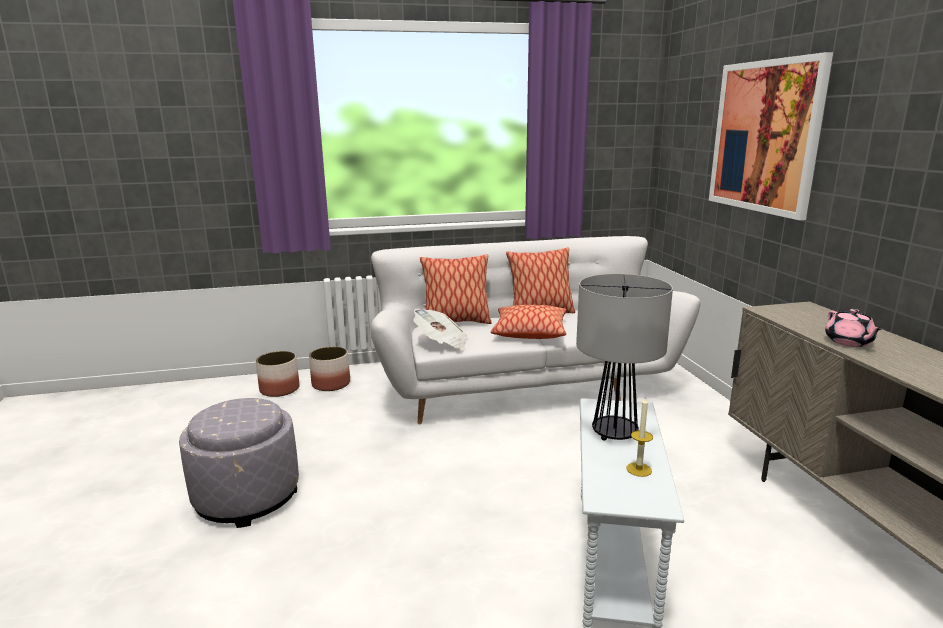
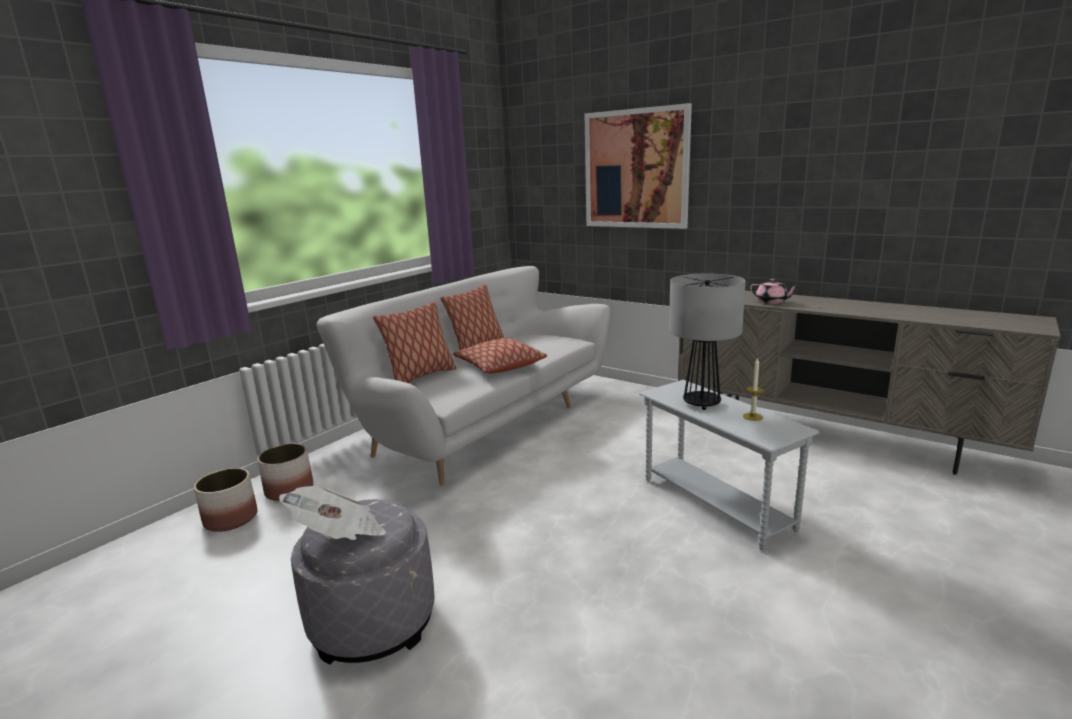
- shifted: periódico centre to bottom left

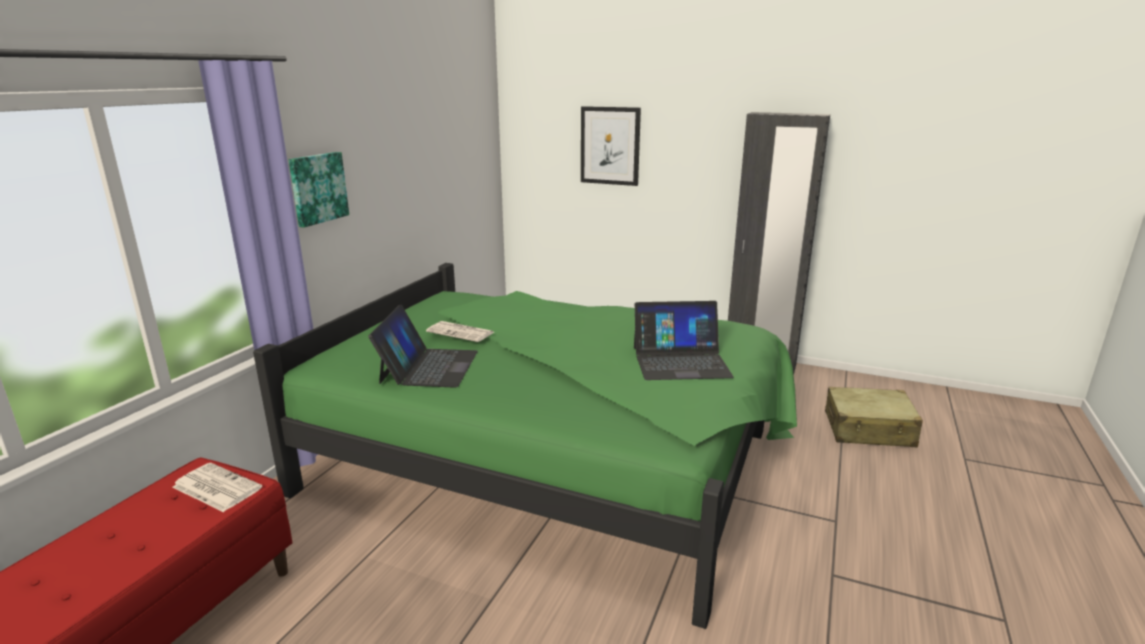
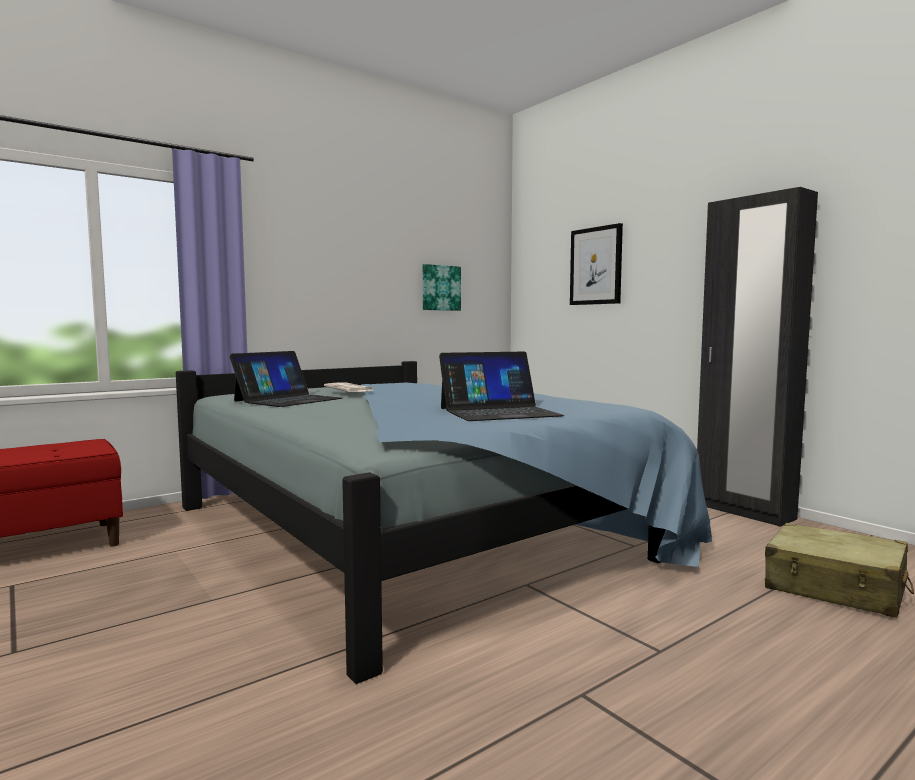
- shifted: cuadro (no. 1 from left) top left to centre
- repainted: cama/verde bottom centre to cama/azul bottom centre
- rotated: portátil (no. 2 from left) centre = centre 45 degrees counterclockwise
- gone: periódico (no. 1 from left) bottom left

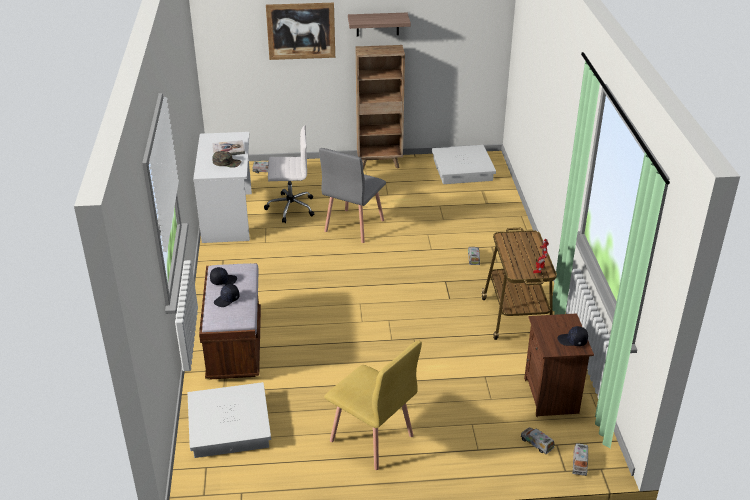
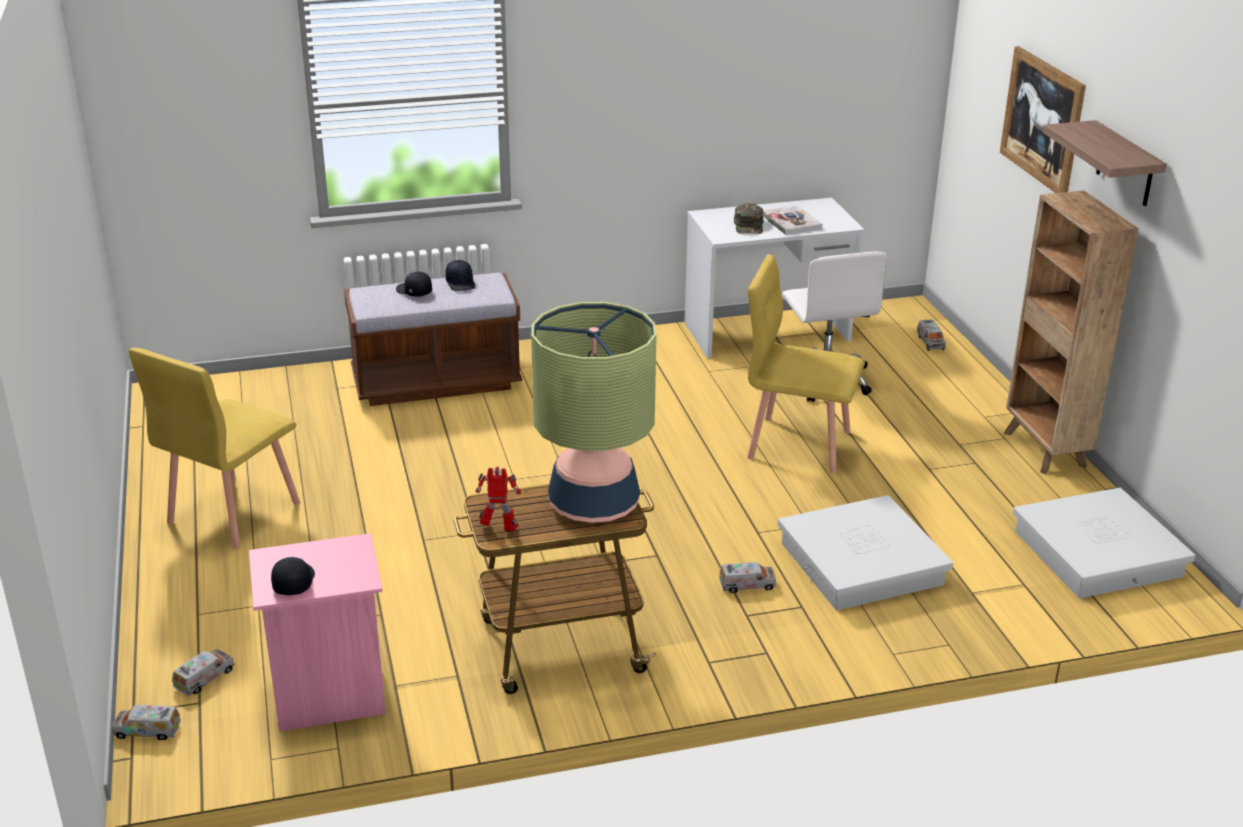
- repainted: silla/gris centre to silla/amarillo (no. 2 from left) centre
- repainted: mesita de noche/marrón bottom right to mesita de noche/rosa bottom left
- shifted: caja de almacenaje/blanco (no. 1 from left) bottom left to bottom right
- new: lámpara de mesa centre

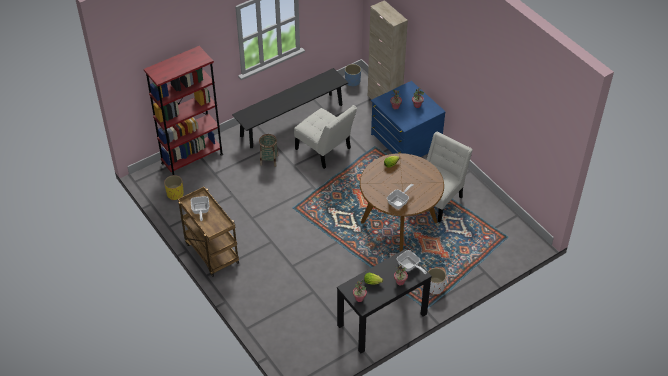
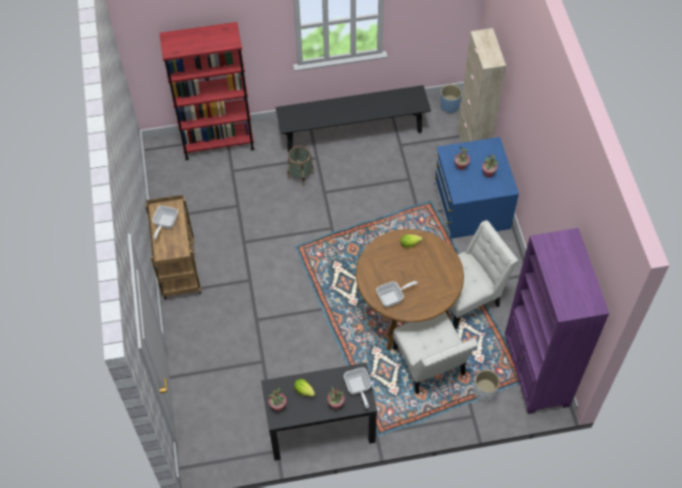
- shifted: silla/blanco (no. 1 from left) centre to bottom centre
- gone: maceta/amarillo middle left
- shifted: maceta/blanco bottom centre to bottom right
- new: estantería/morado middle right

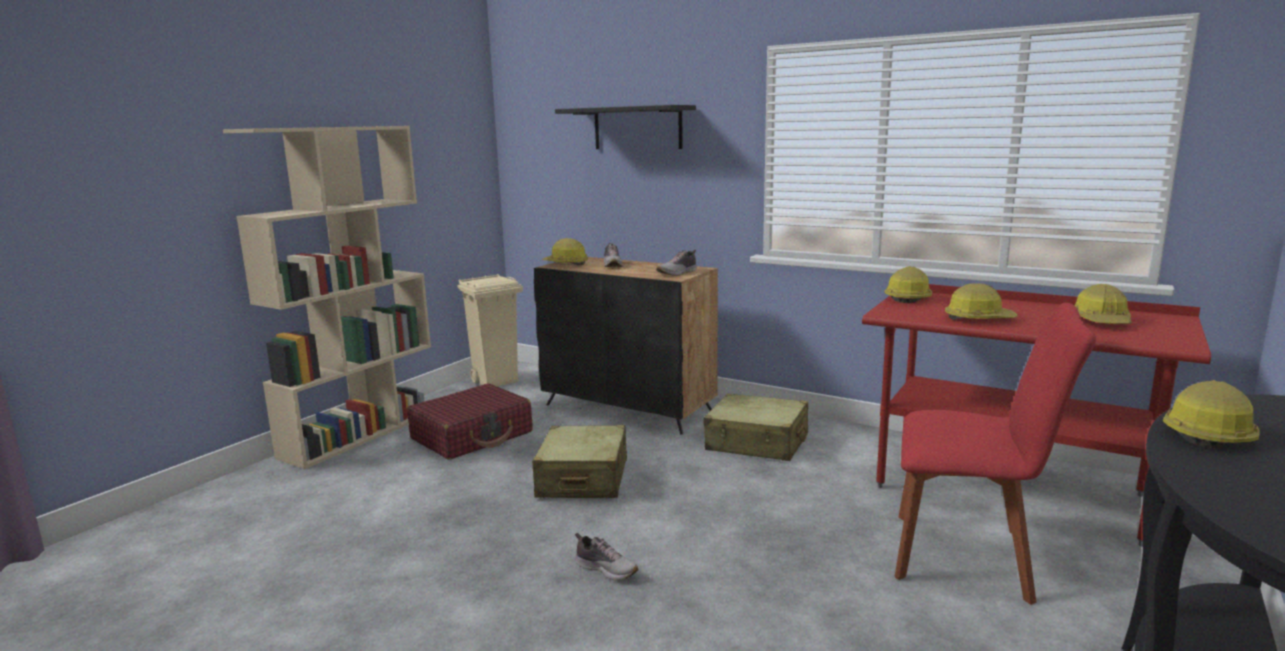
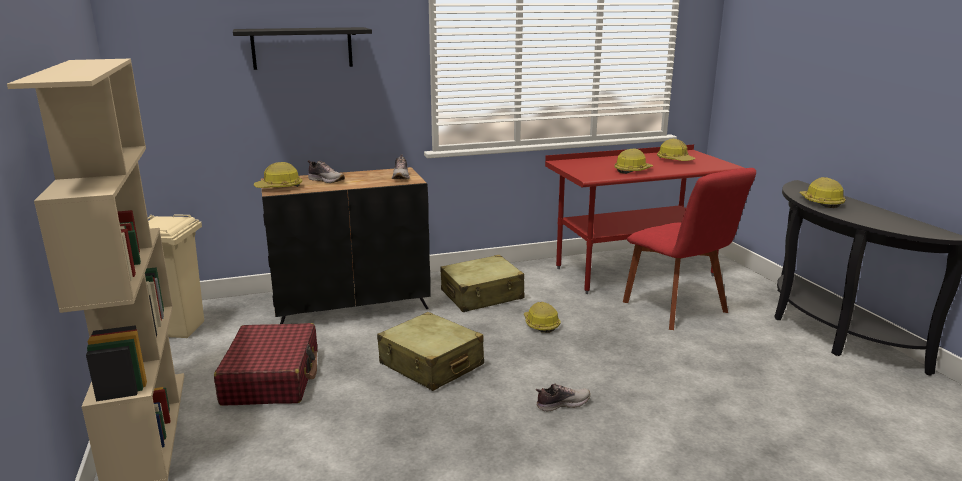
- shifted: casco (no. 2 from left) middle right to centre
- rotated: silla/rojo bottom right = middle right 90 degrees clockwise

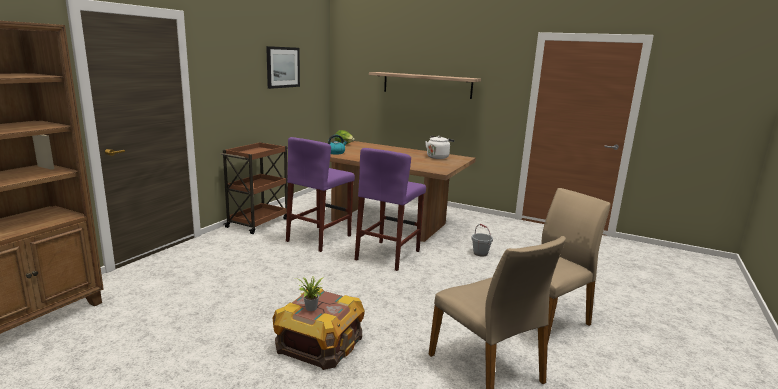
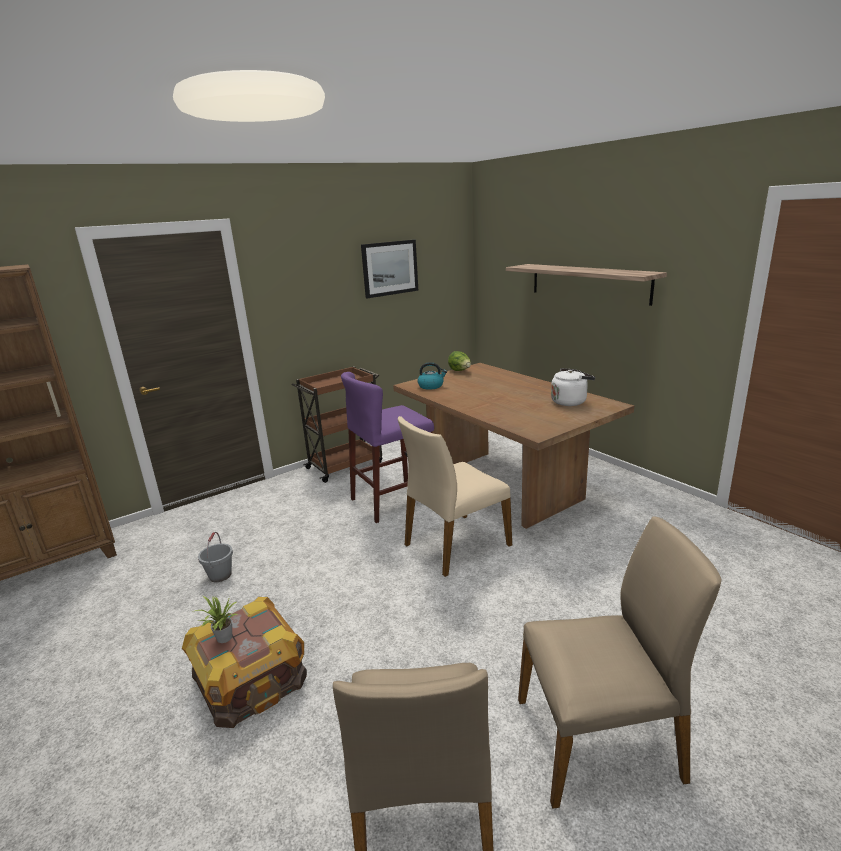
- swapped: taburete/morado (no. 2 from left) centre to silla/beis (no. 2 from left) centre
- shifted: cubo/gris centre to middle left

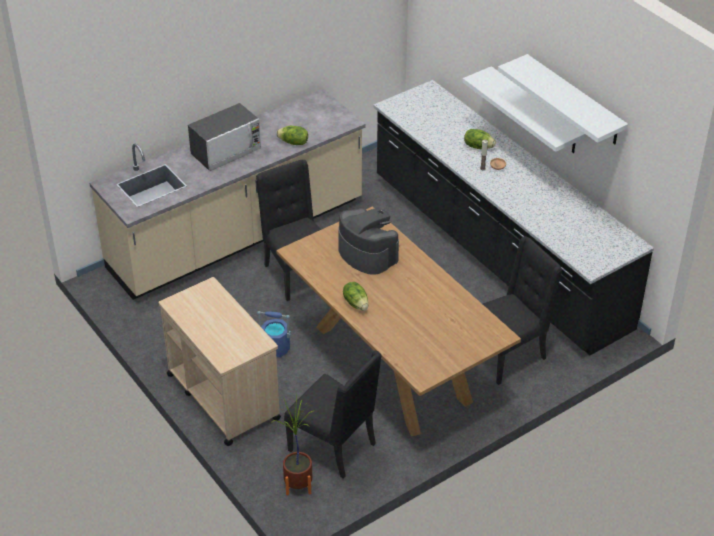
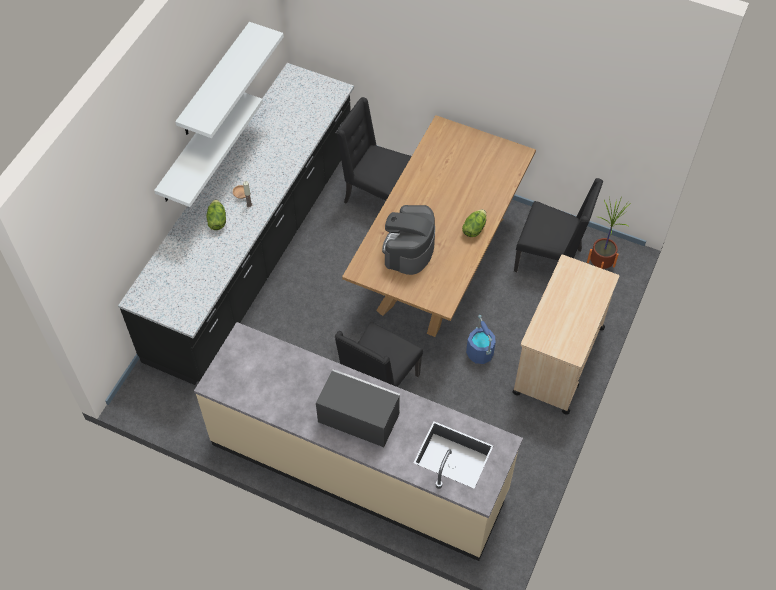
- gone: lechuga (no. 1 from left) top centre
- rotated: silla/negro (no. 2 from left in the first image) bottom centre = middle right 105 degrees clockwise

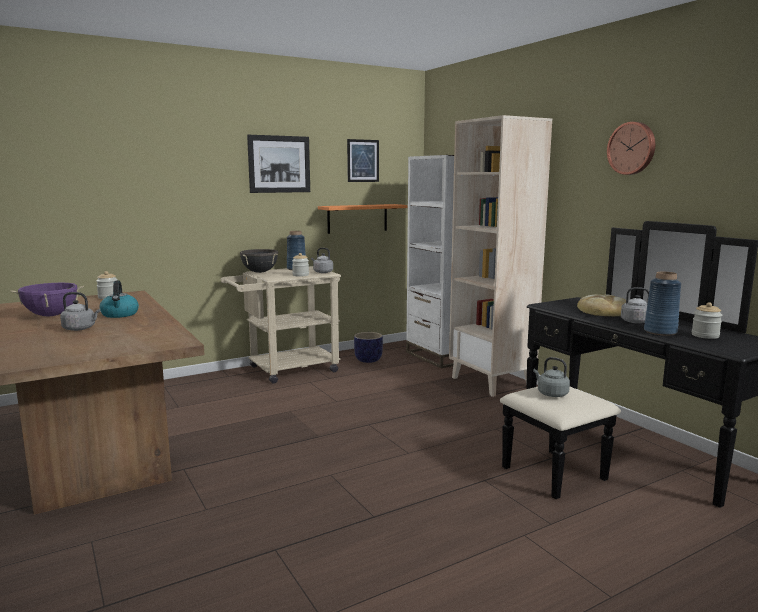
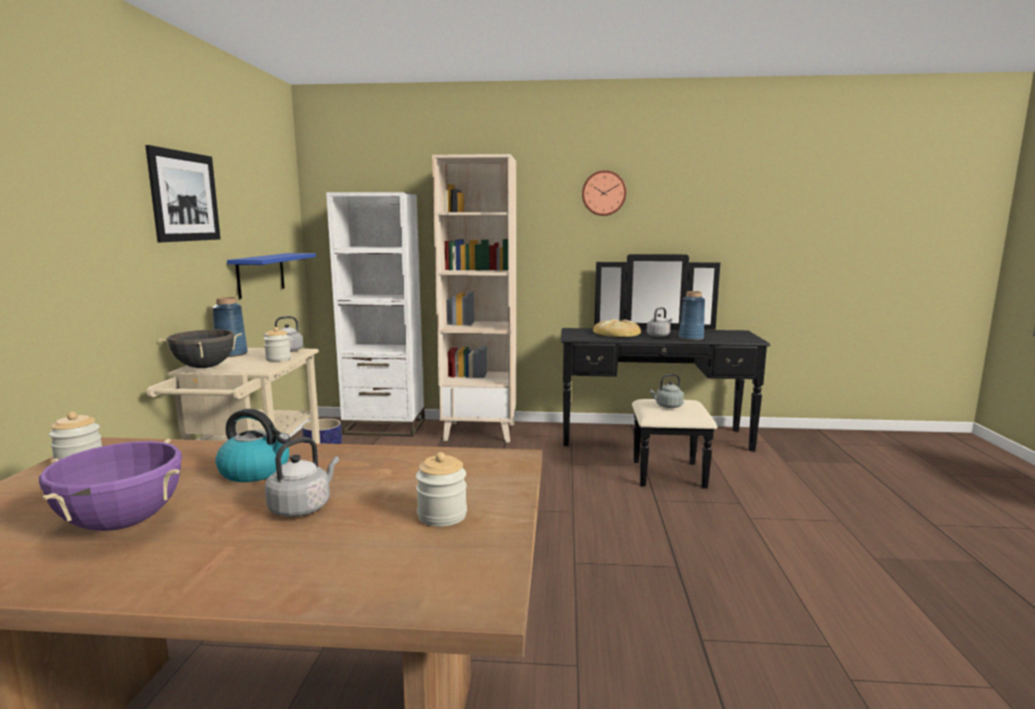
- gone: cuadro (no. 2 from left) top centre
- repainted: estante/naranja centre to estante/azul middle left
- shifted: tarro (no. 3 from left) middle right to bottom centre

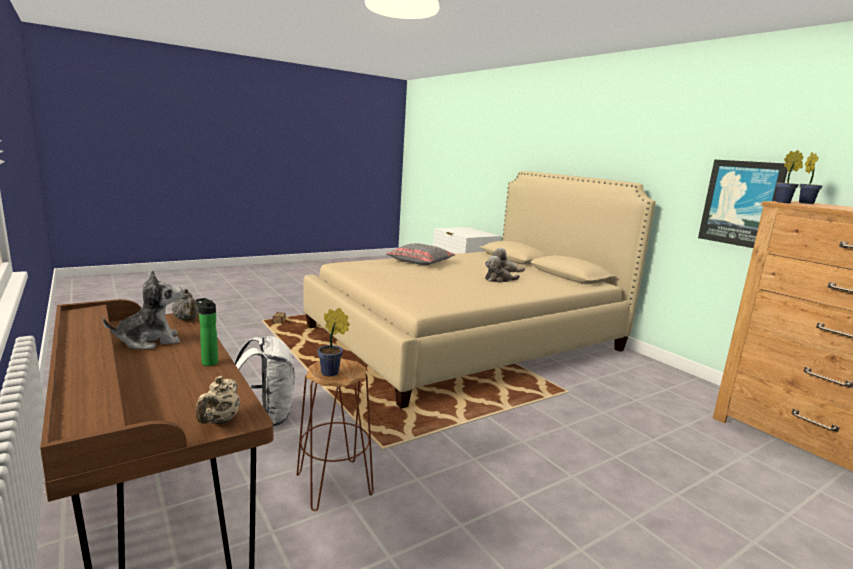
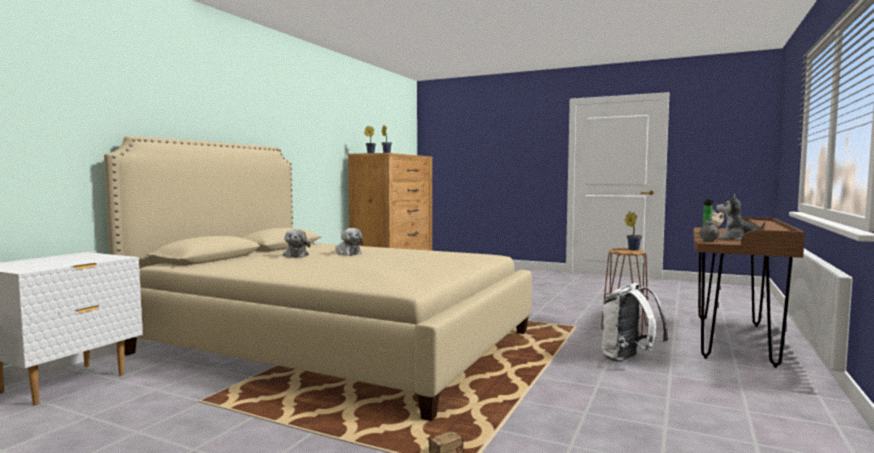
- gone: cuadro middle right
- gone: cojín/gris centre

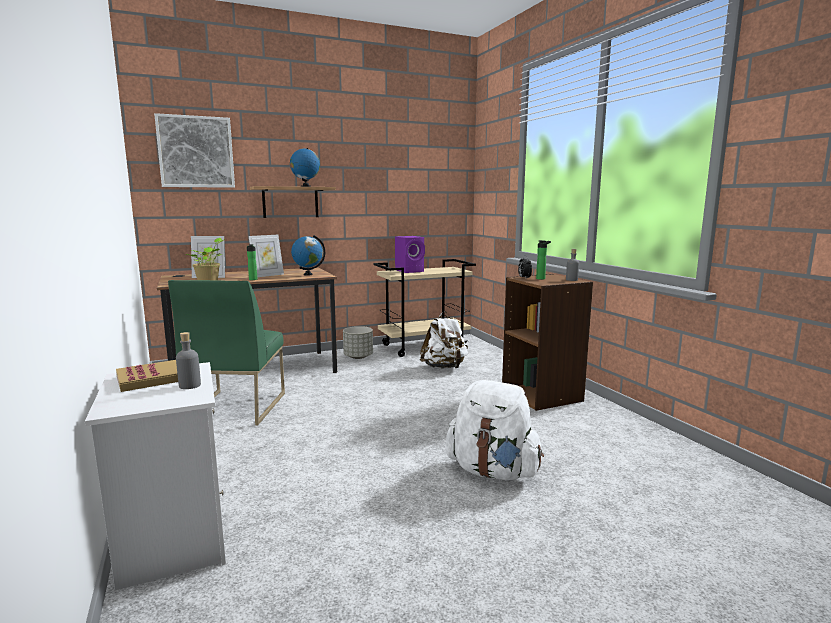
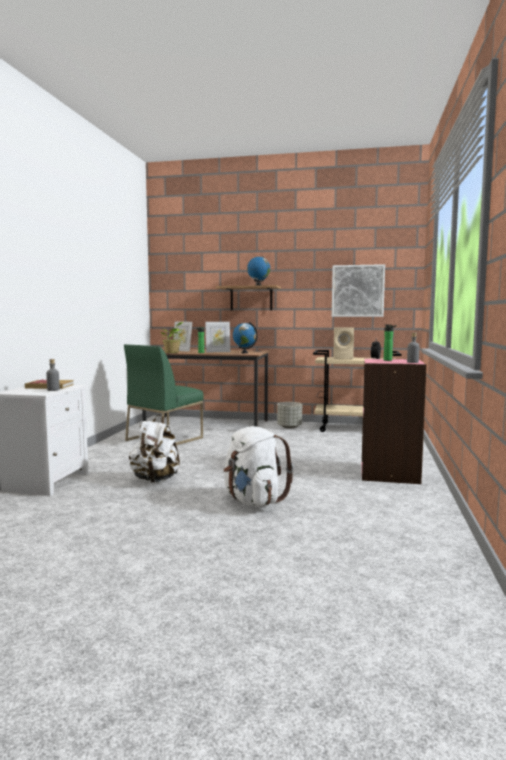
- shifted: cuadro top left to middle right
- repainted: altavoz/morado centre to altavoz/beis middle right
- repainted: estantería/marrón centre to estantería/rosa middle right
- shifted: mochila/blanco (no. 1 from left) centre to middle left

